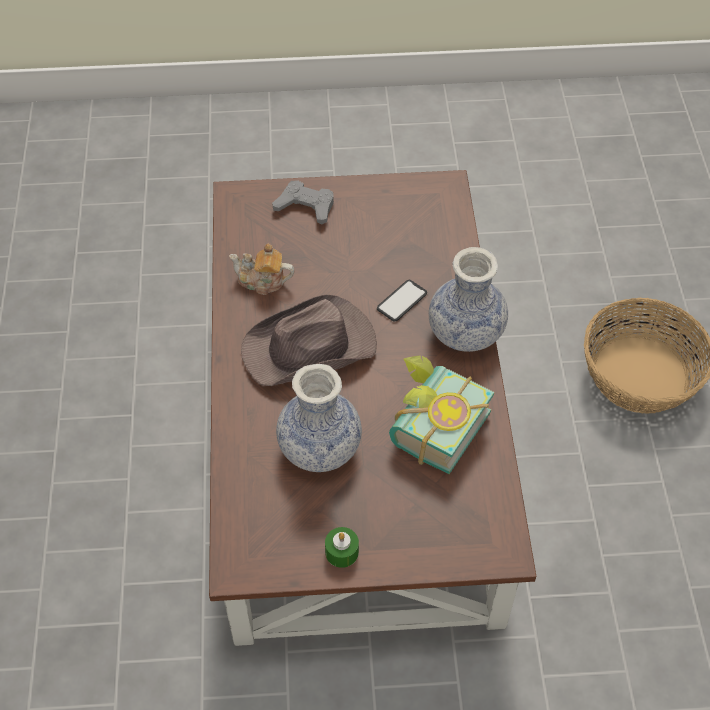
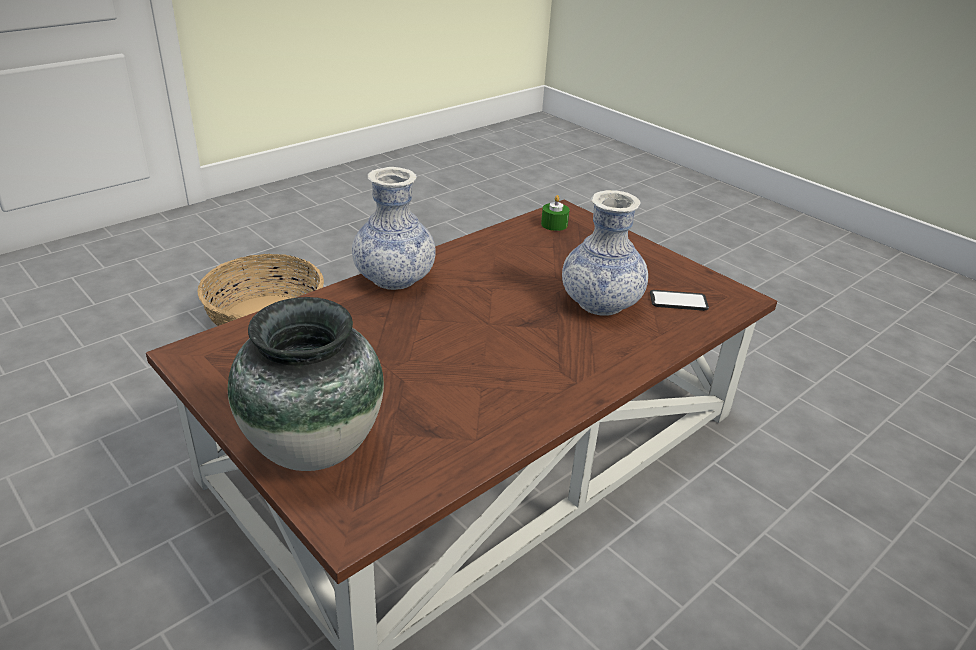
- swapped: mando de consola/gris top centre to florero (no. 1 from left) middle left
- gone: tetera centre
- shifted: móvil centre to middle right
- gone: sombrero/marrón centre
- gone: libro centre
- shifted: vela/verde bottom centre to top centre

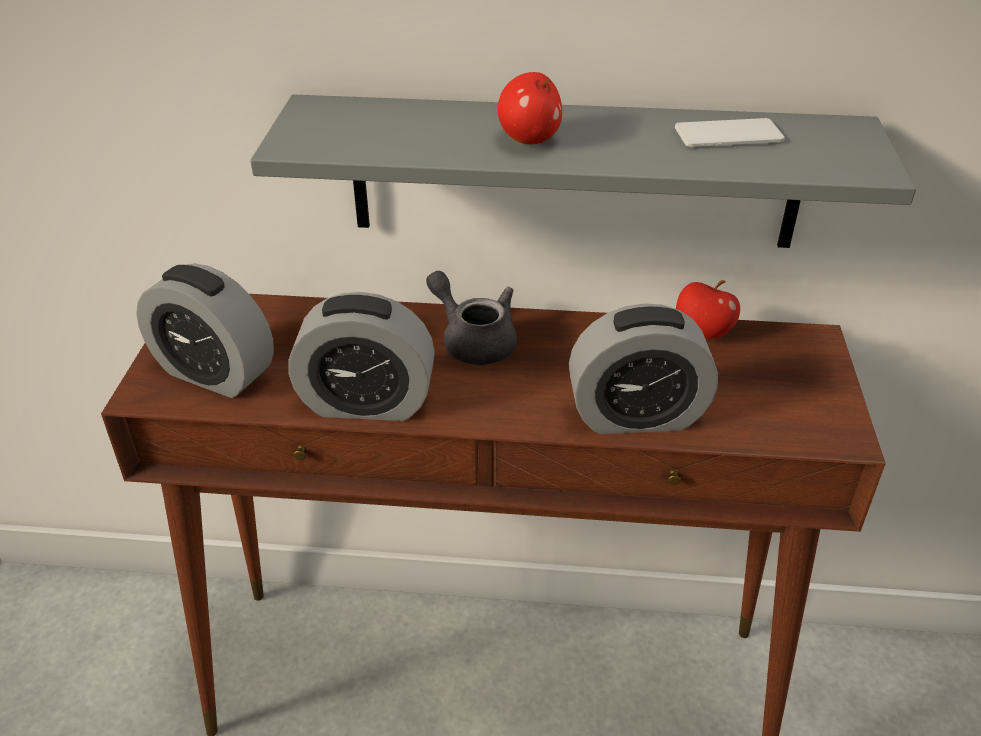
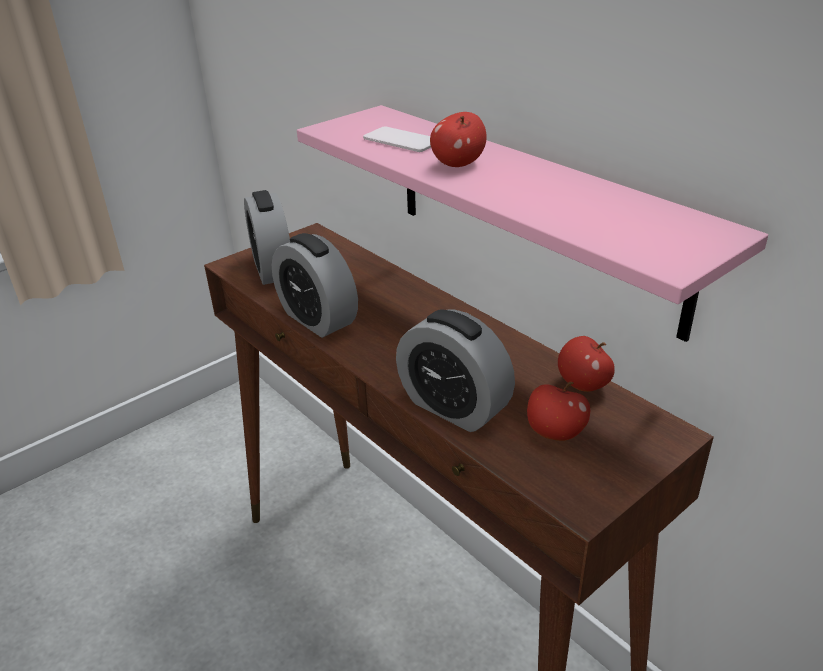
- repainted: estante/gris top centre to estante/rosa top centre
- shifted: móvil top right to top centre
- gone: tetera/gris centre
- new: manzana (no. 2 from left) middle right

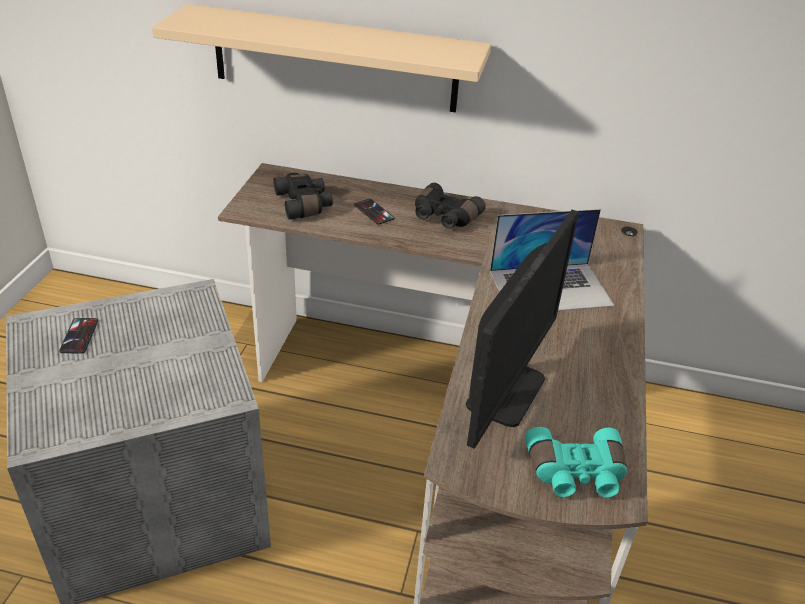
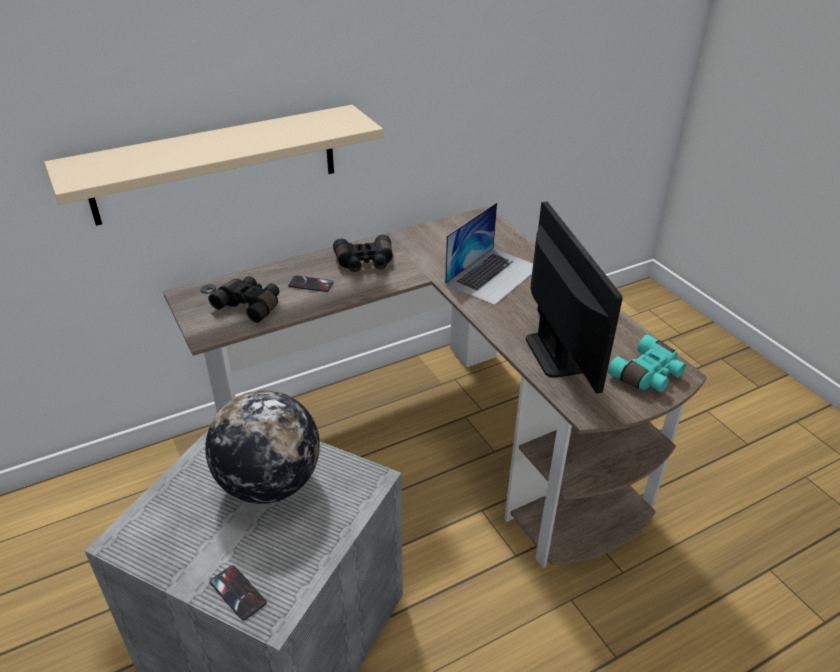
- shifted: móvil (no. 1 from left) middle left to bottom left
- new: globo terráqueo middle left

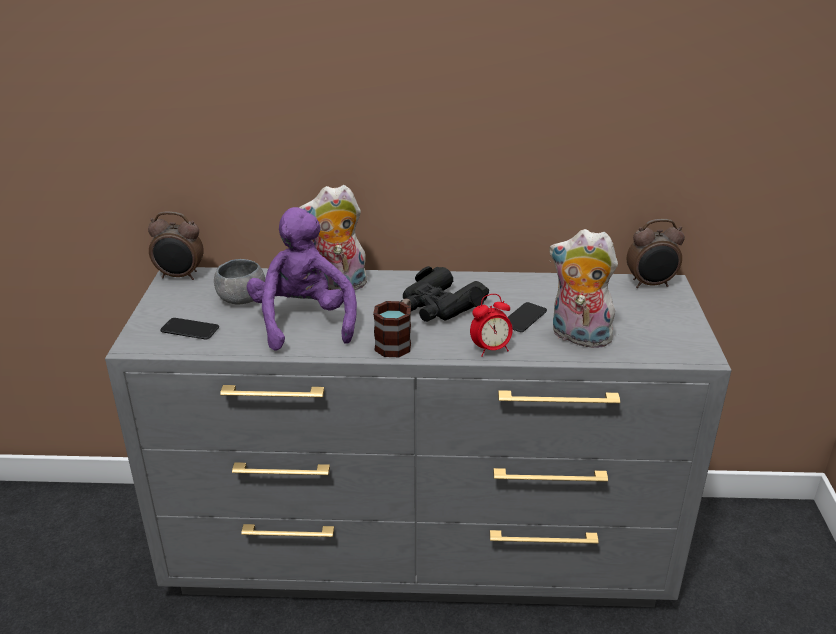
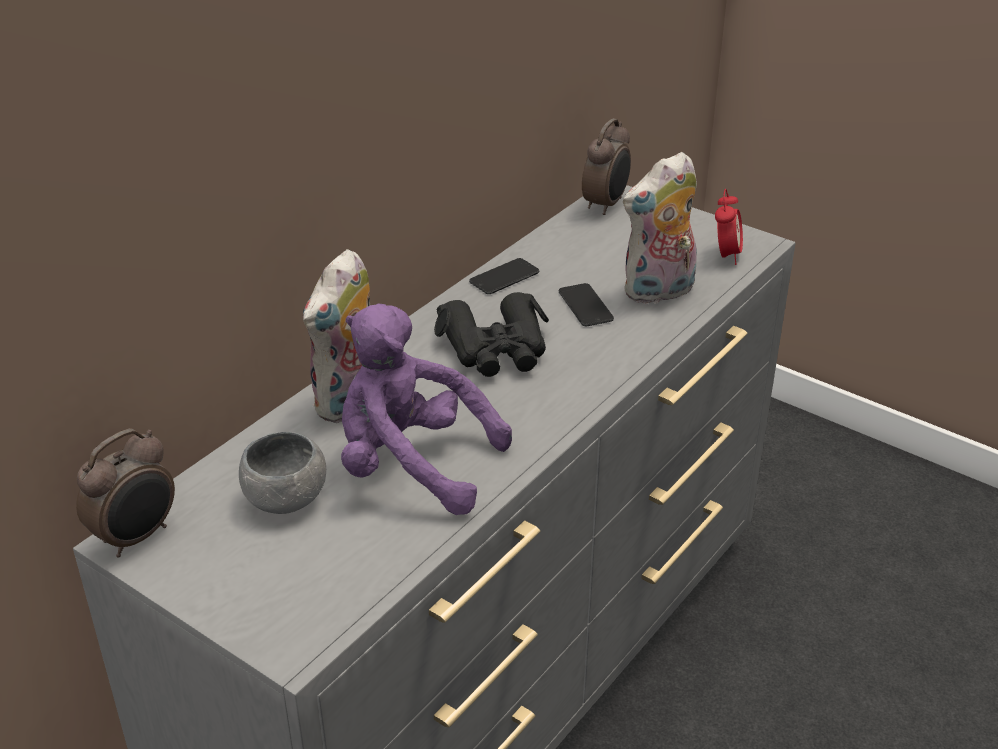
- shifted: despertador (no. 2 from left in the first image) centre to despertador (no. 3 from left) top right
- gone: taza grande centre
- shifted: móvil (no. 1 from left) middle left to centre

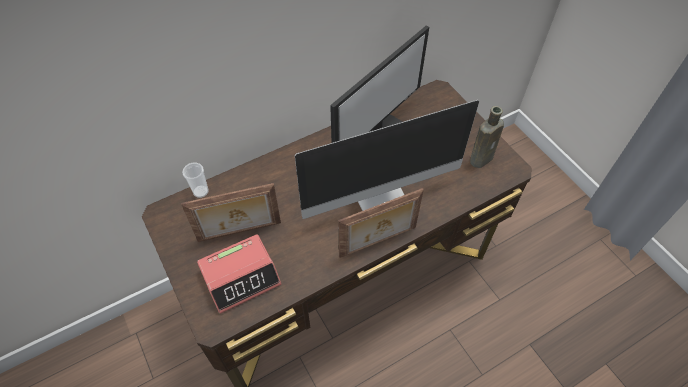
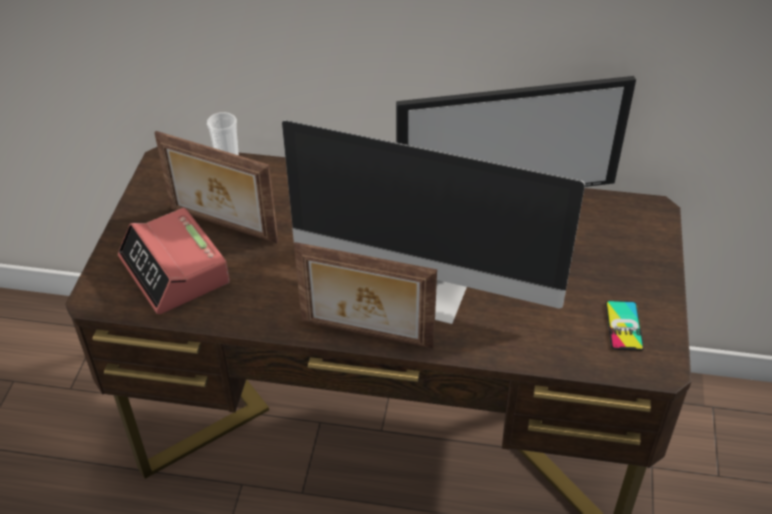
- swapped: botella/marrón middle right to móvil middle right
- rotated: despertador bottom centre = middle left 45 degrees clockwise

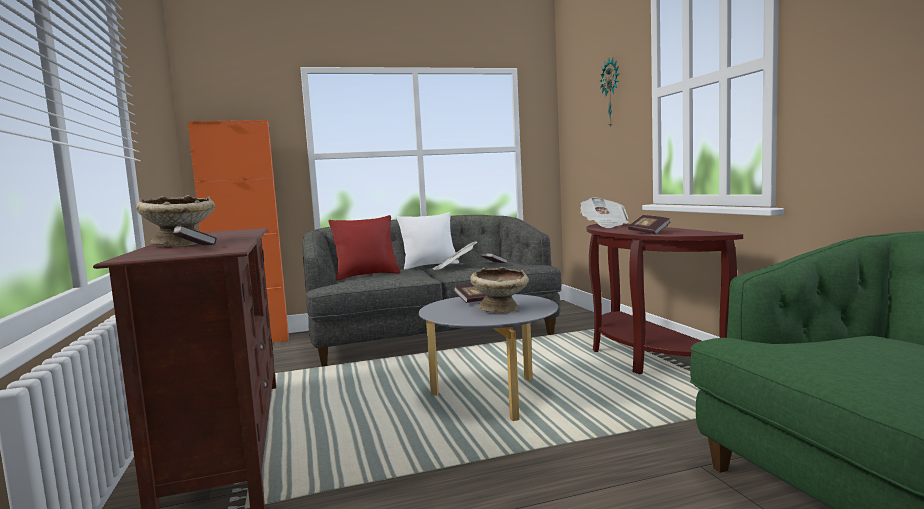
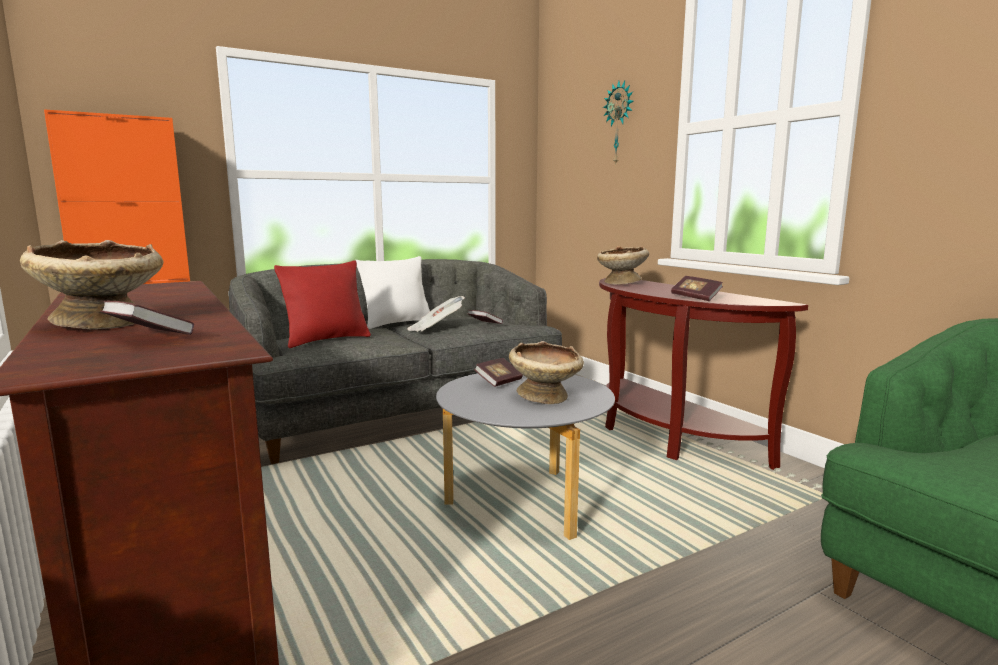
- swapped: periódico (no. 2 from left) centre to cuenco/beis (no. 3 from left) centre

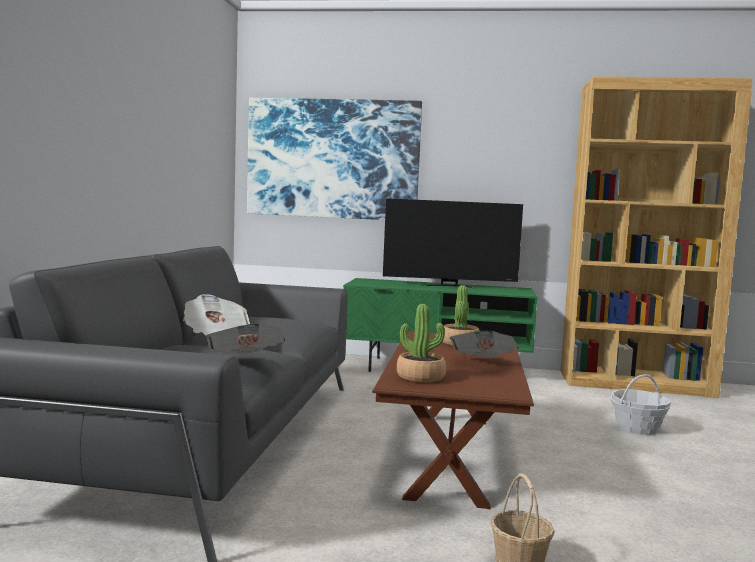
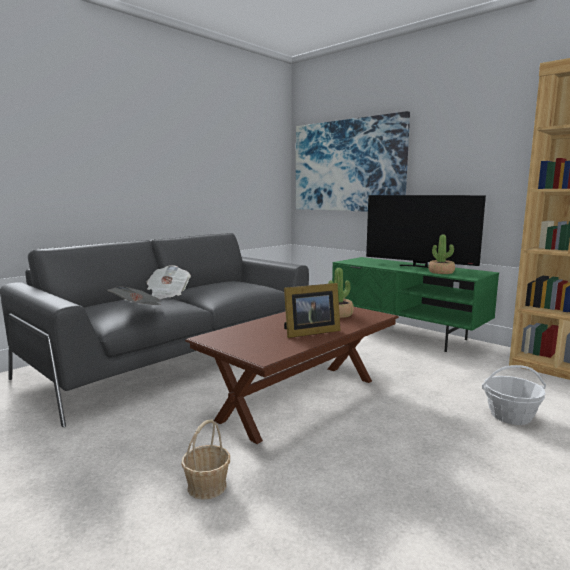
- shifted: planta en maceta (no. 1 from left in the first image) centre to planta en maceta (no. 2 from left) middle right
- swapped: periódico (no. 3 from left) centre to portarretratos centre

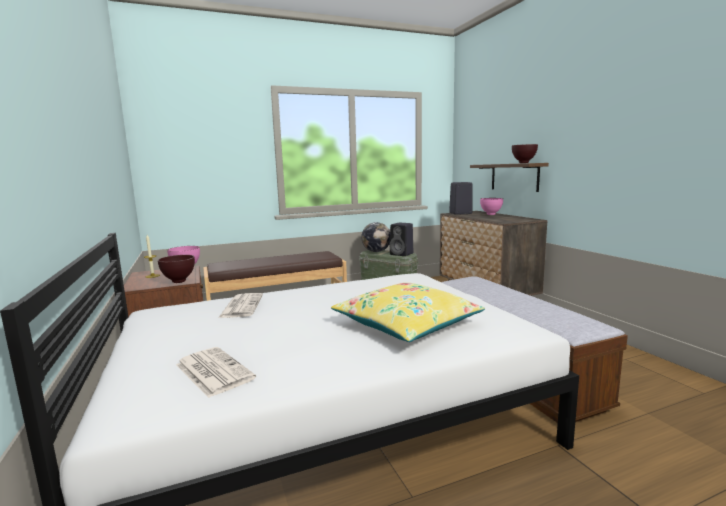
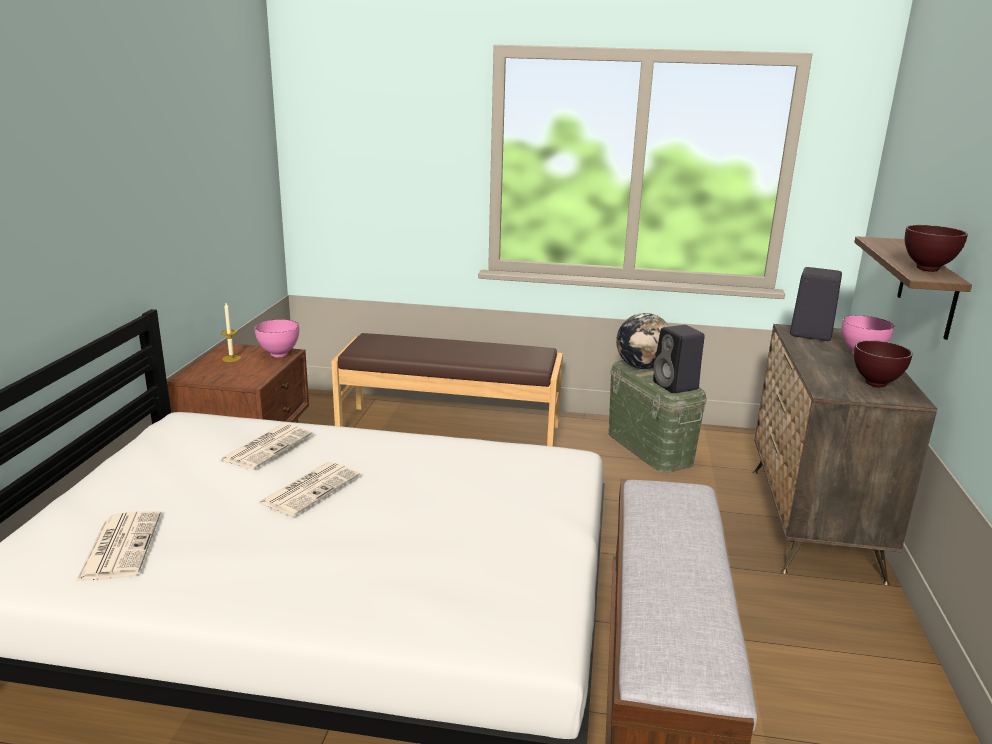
- shifted: cuenco/marrón (no. 1 from left) middle left to middle right
- gone: cojín/amarillo centre
- new: periódico (no. 3 from left) middle left

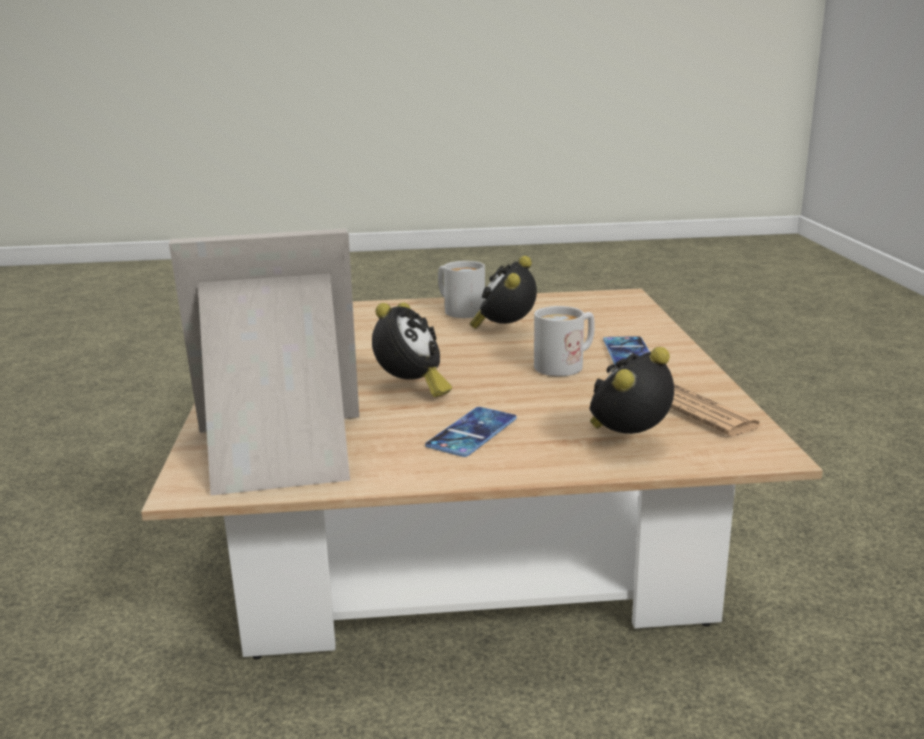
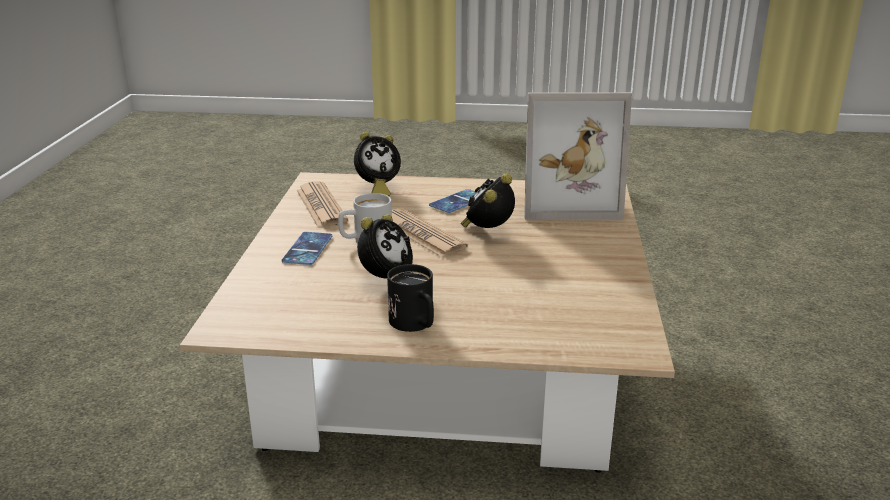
- repainted: taza grande/blanco (no. 1 from left) centre to taza grande/negro centre
- new: periódico (no. 2 from left) centre

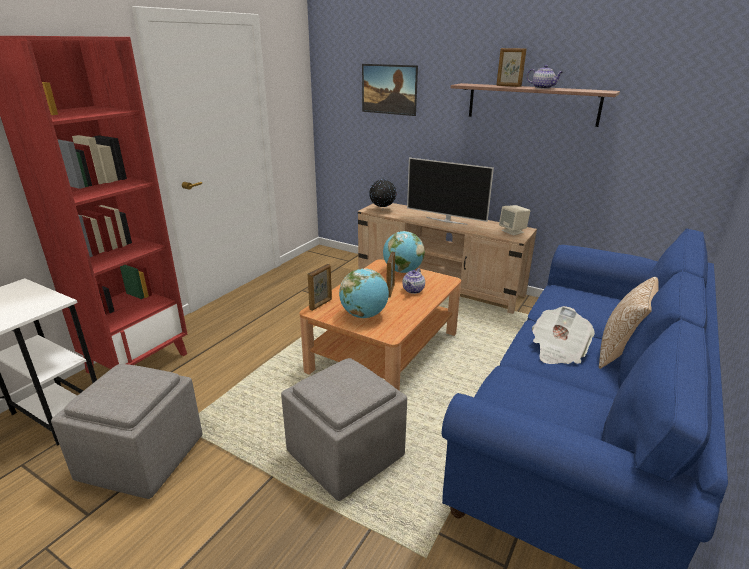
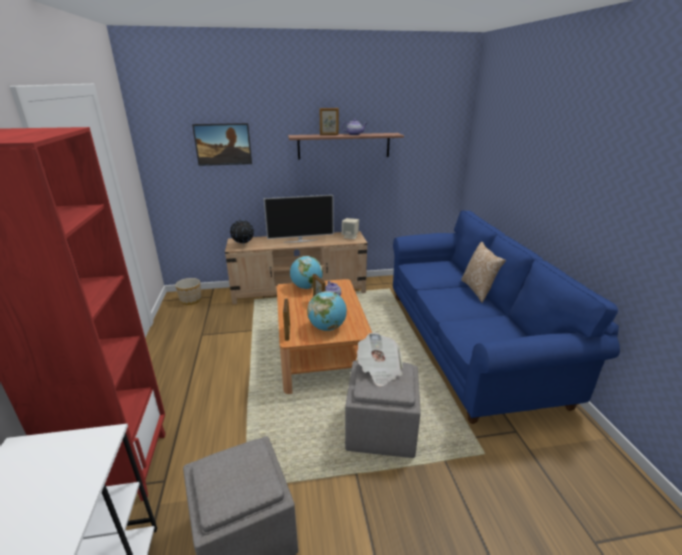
- shifted: periódico middle right to centre
- new: maceta middle left

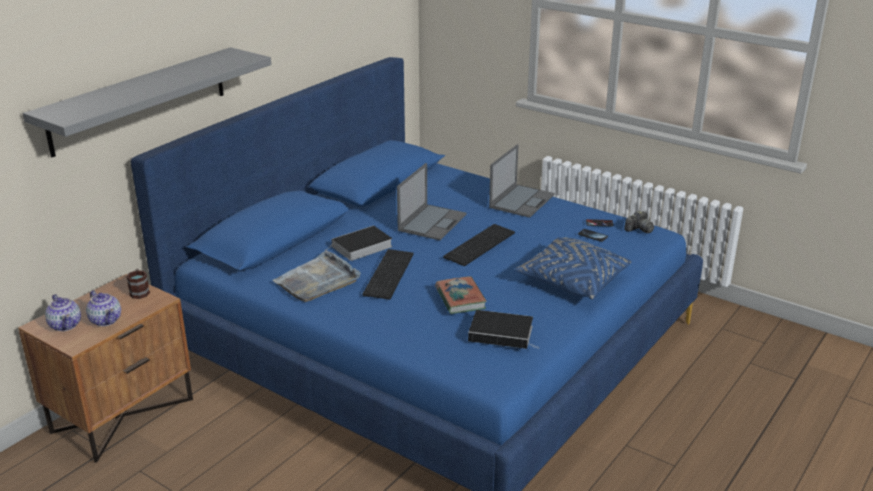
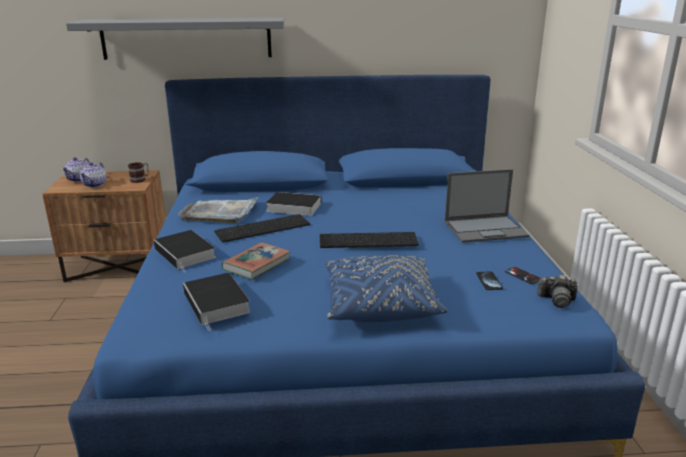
- gone: portátil (no. 1 from left) centre
- new: libro (no. 1 from left) middle left

